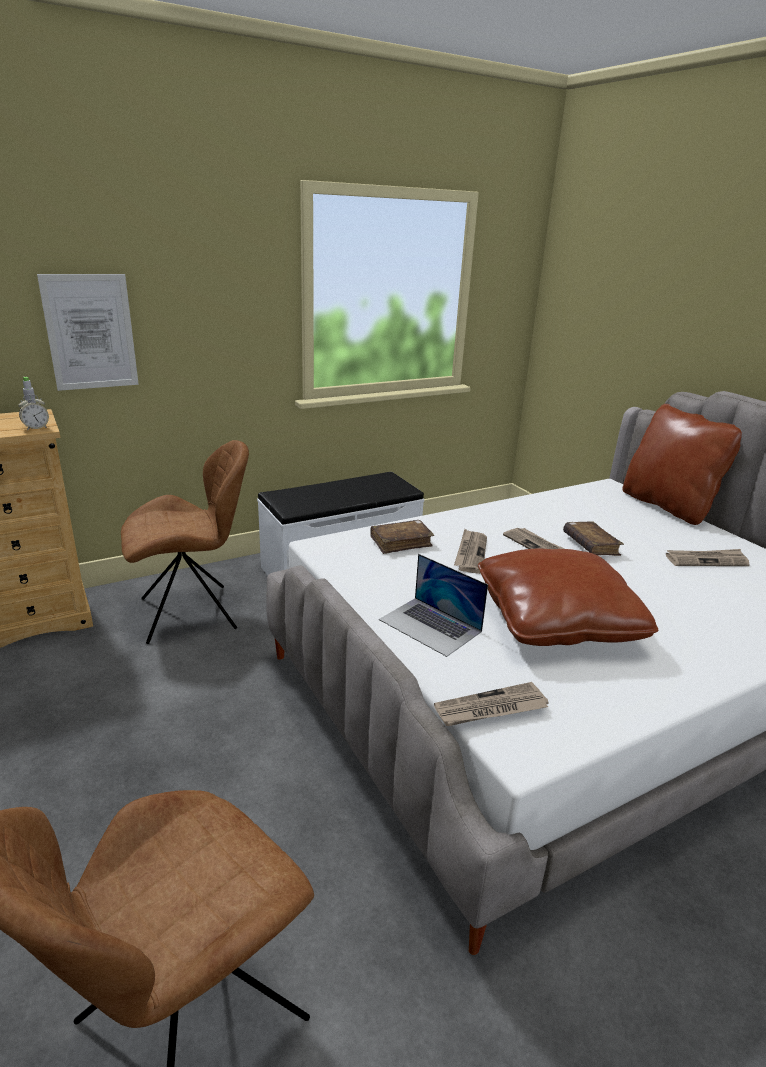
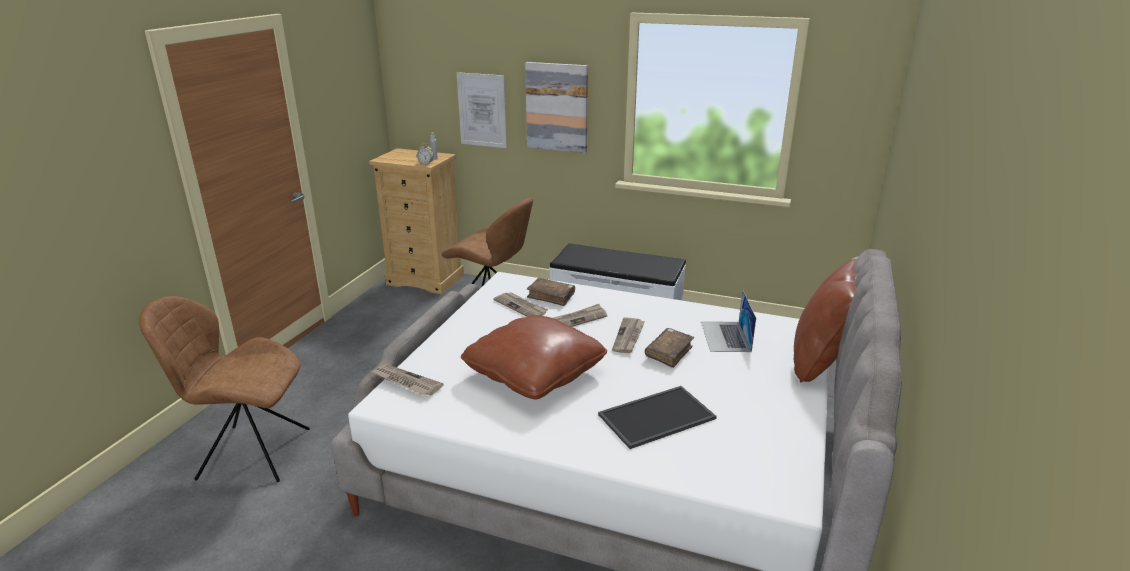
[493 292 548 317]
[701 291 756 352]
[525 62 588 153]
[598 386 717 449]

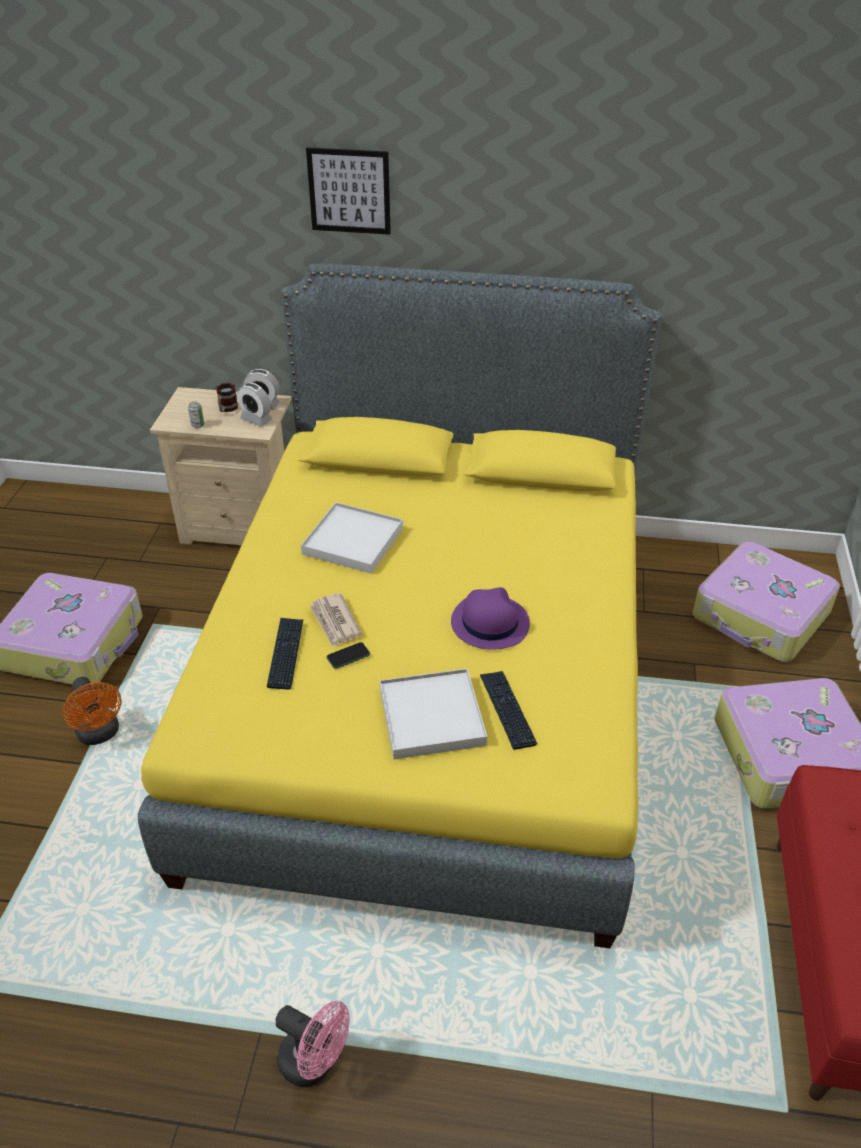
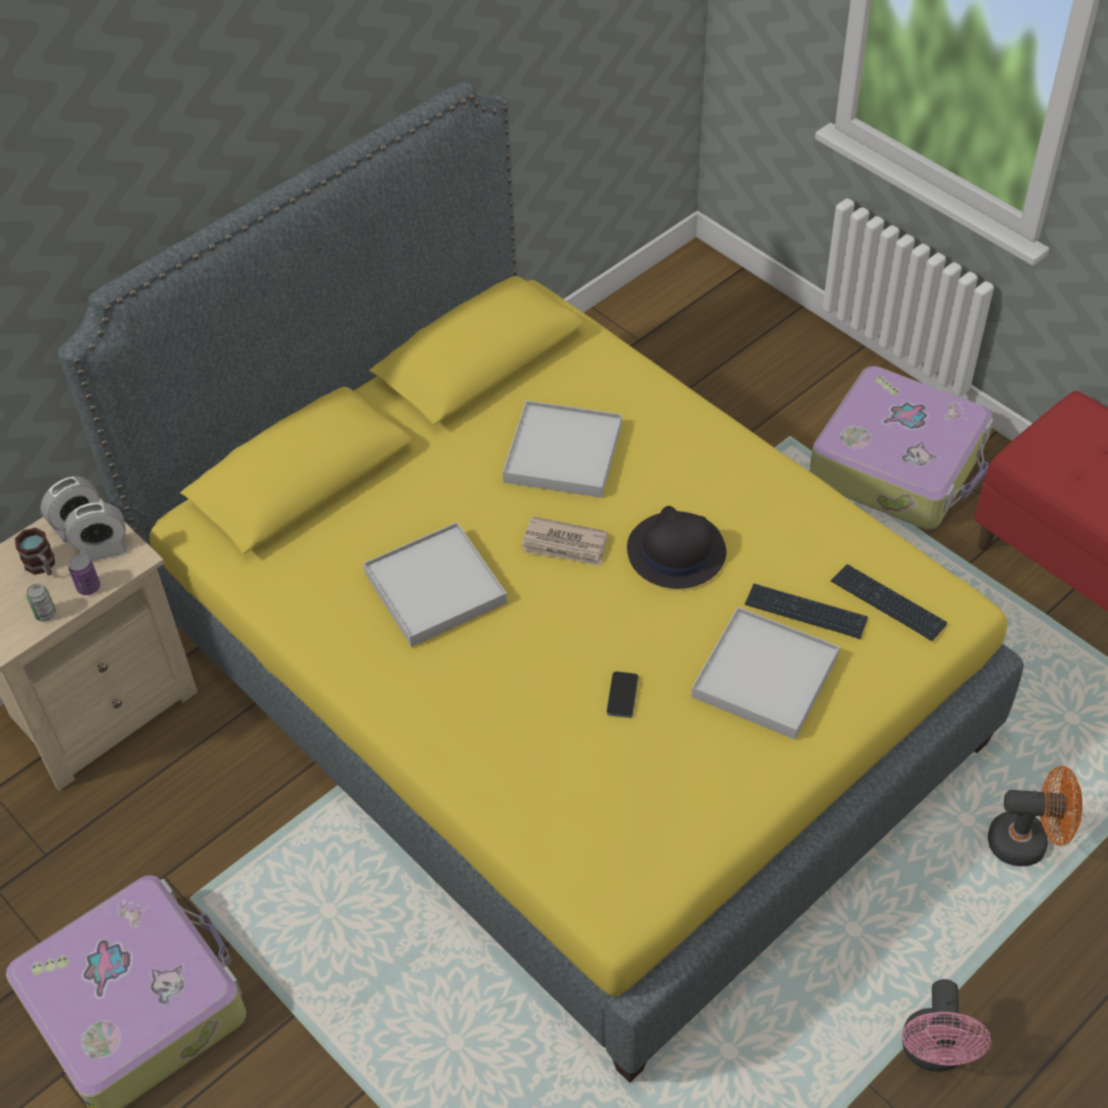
[306 147 391 235] (first image)
[693 542 840 662] (first image)
[627 506 726 589]
[521 516 607 566]
[831 564 948 641]
[988 766 1082 866]
[902 979 991 1072]
[503 400 622 498]
[68 554 100 595]

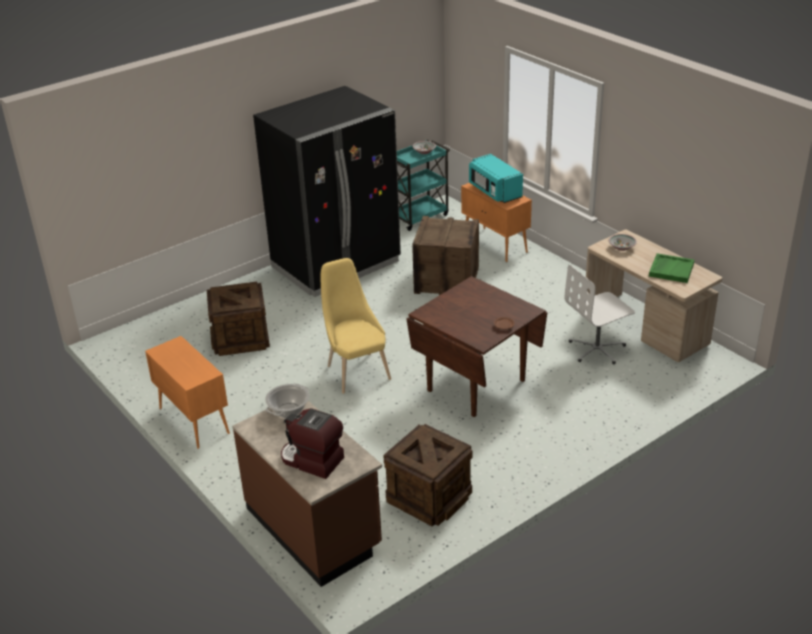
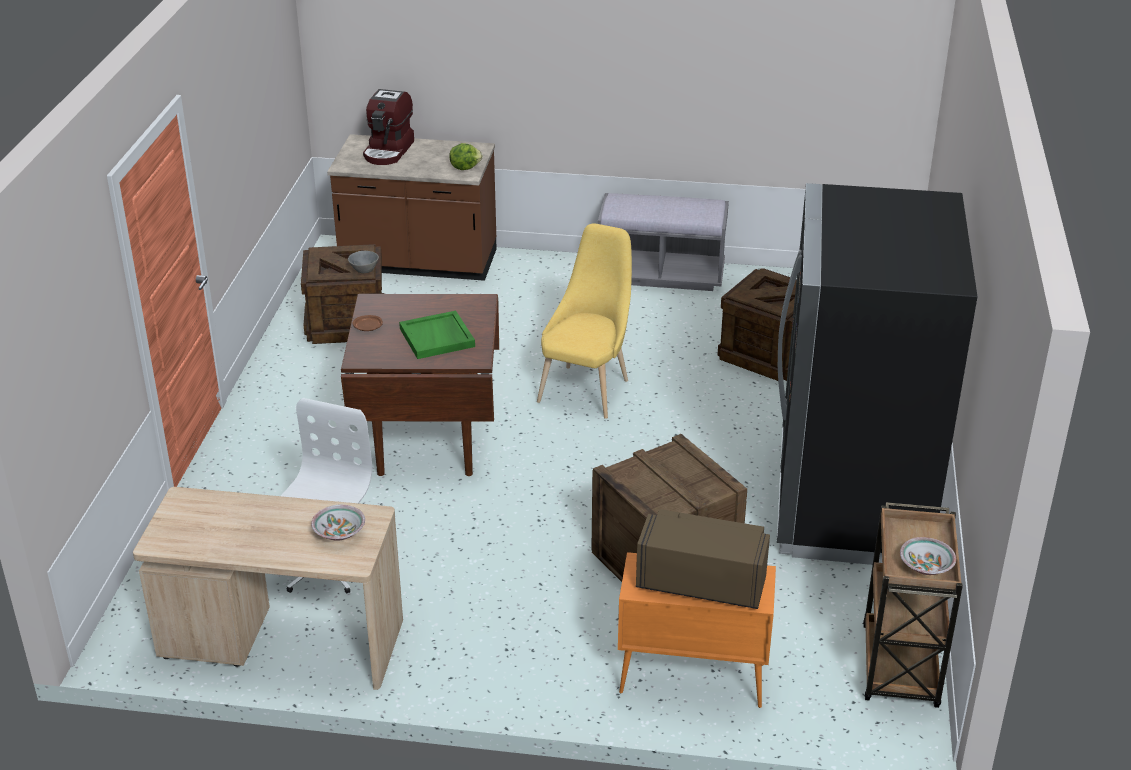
[863 502 963 708]
[636 509 770 609]
[399 311 475 359]
[537 224 632 419]
[598 193 729 291]
[449 143 483 170]
[363 89 414 165]
[348 251 379 273]

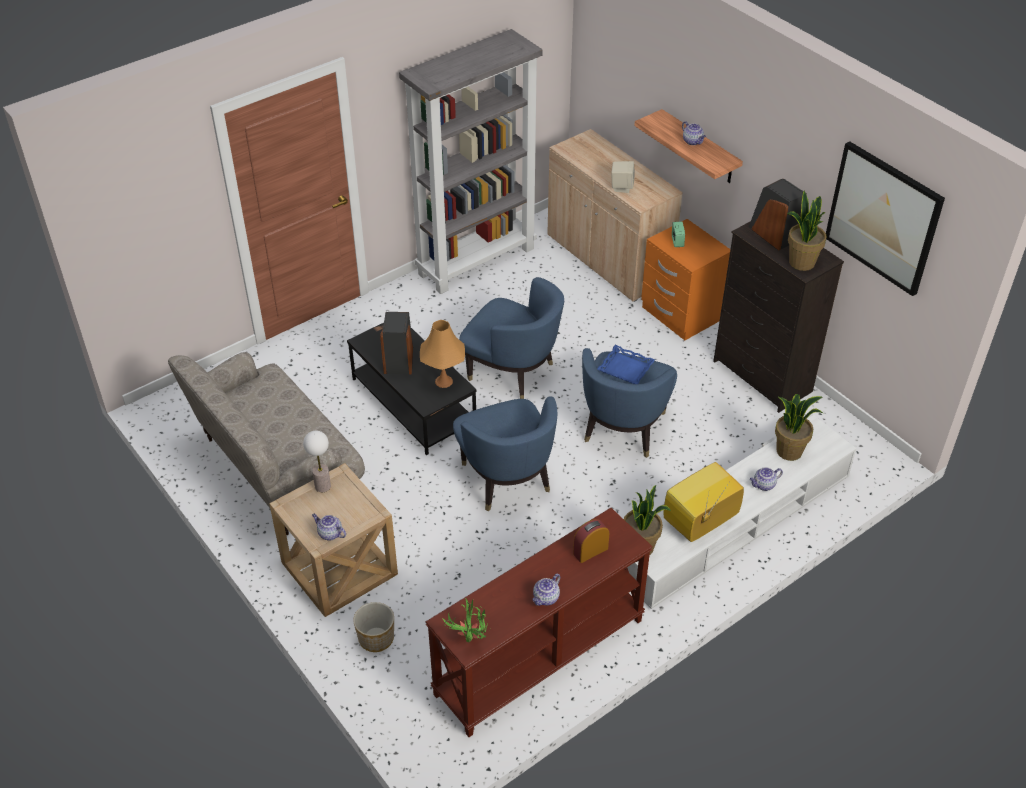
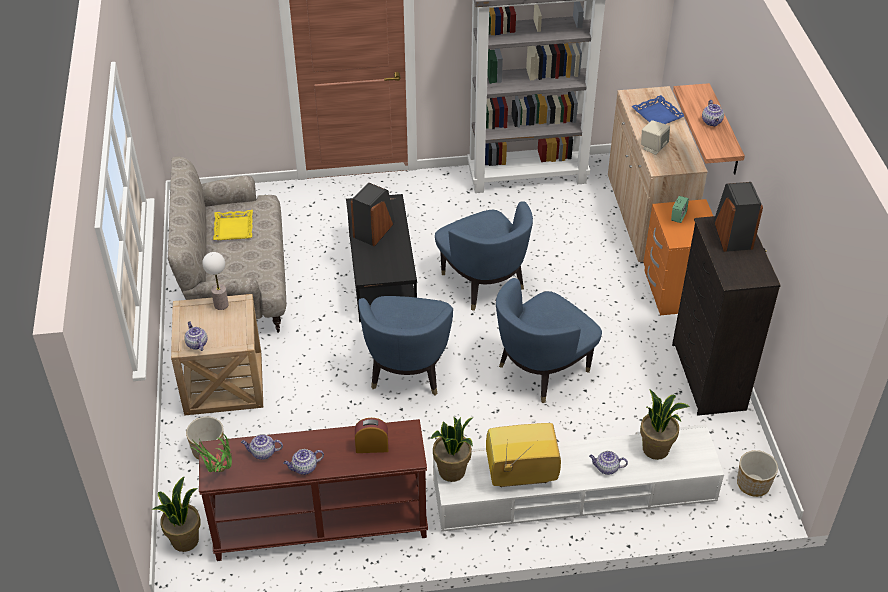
[826 141 945 296] (first image)
[152 476 201 552]
[420 320 465 388] (first image)
[631 95 684 124]
[213 210 253 240]
[241 434 283 460]
[737 450 778 497]

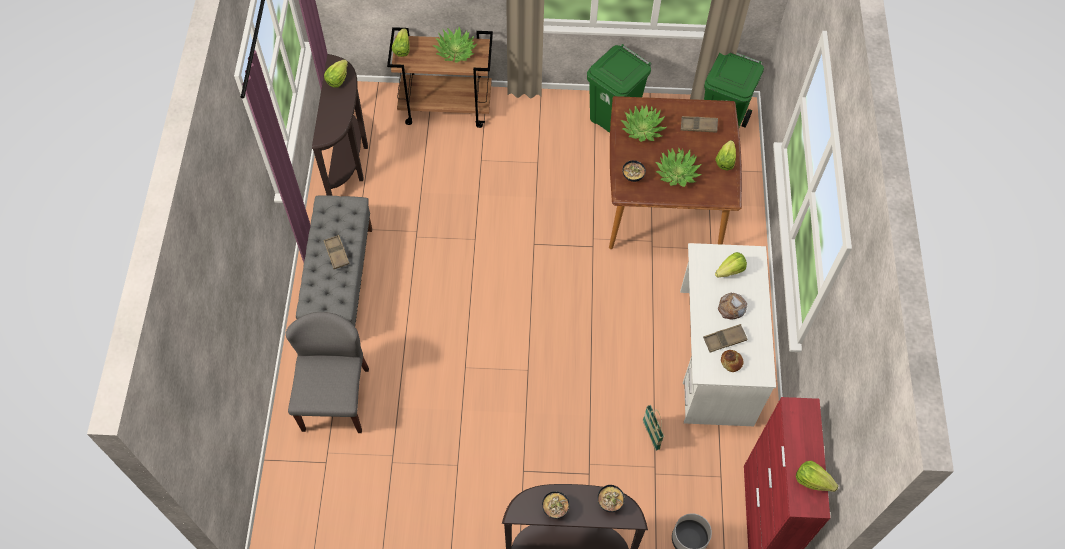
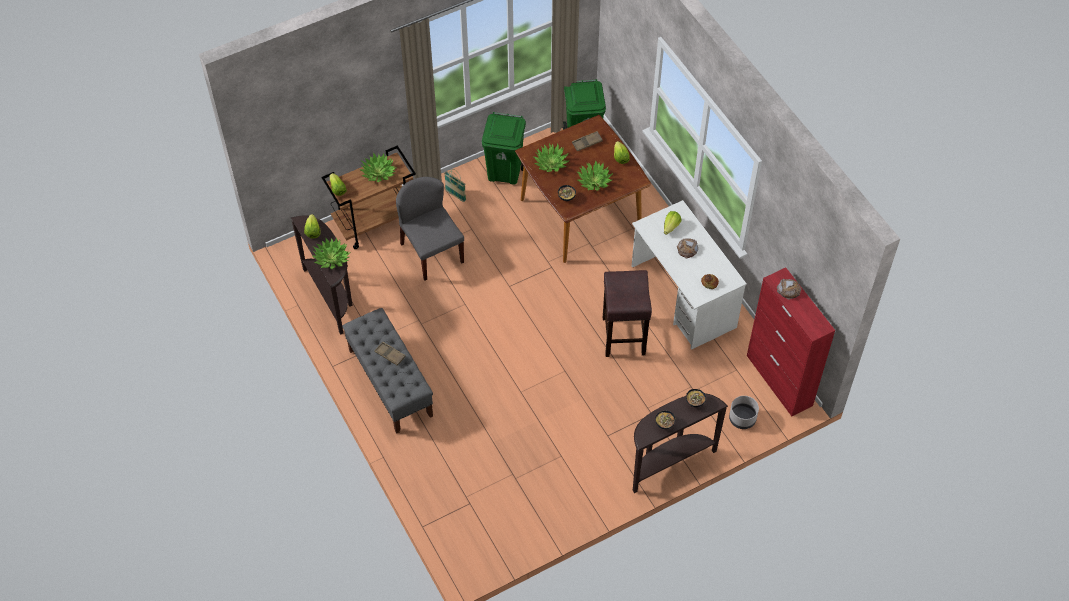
[396 177 464 281]
[703 324 748 352] (first image)
[444 169 466 202]
[796 461 838 492] (first image)
[312 238 350 269]
[603 270 652 357]
[777 279 802 300]

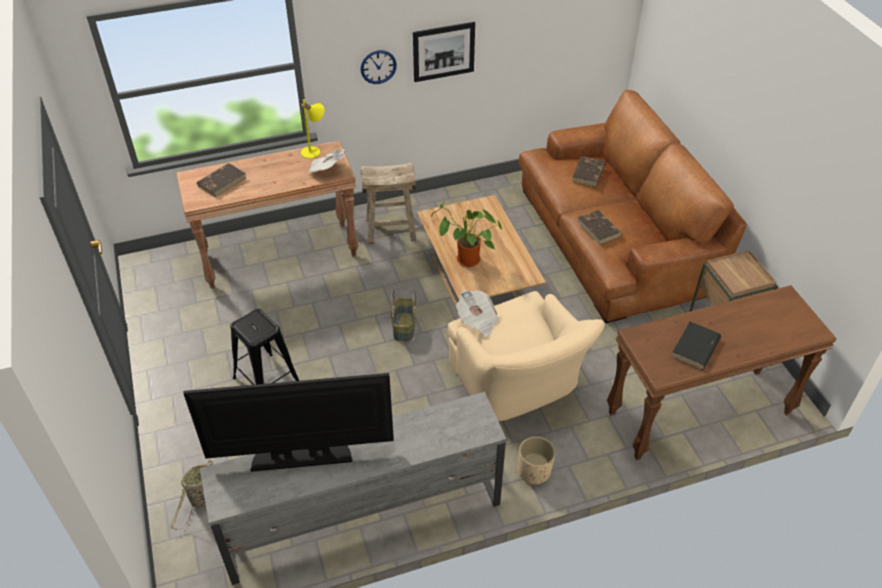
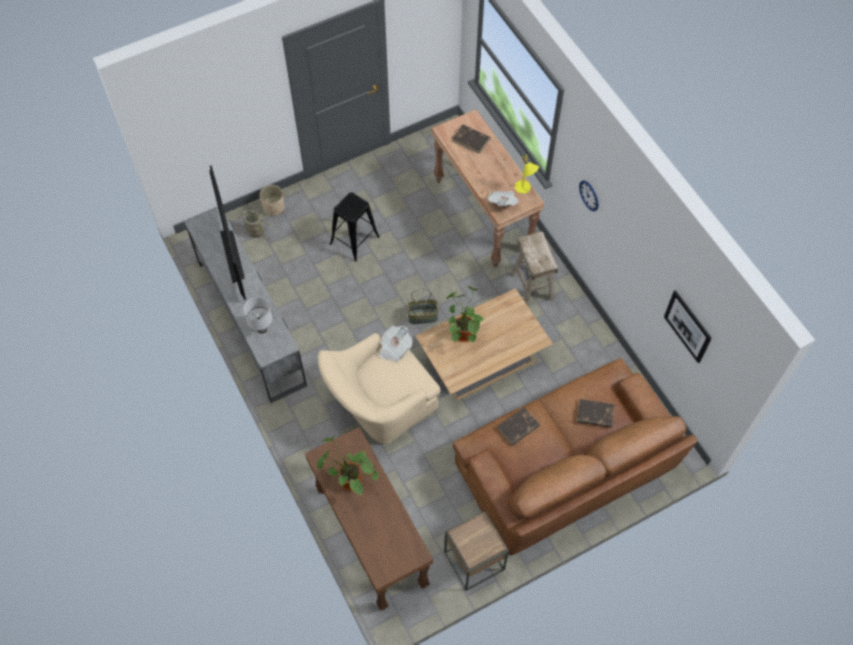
[664 290 712 363]
[317 437 378 495]
[260 185 284 217]
[243 297 272 334]

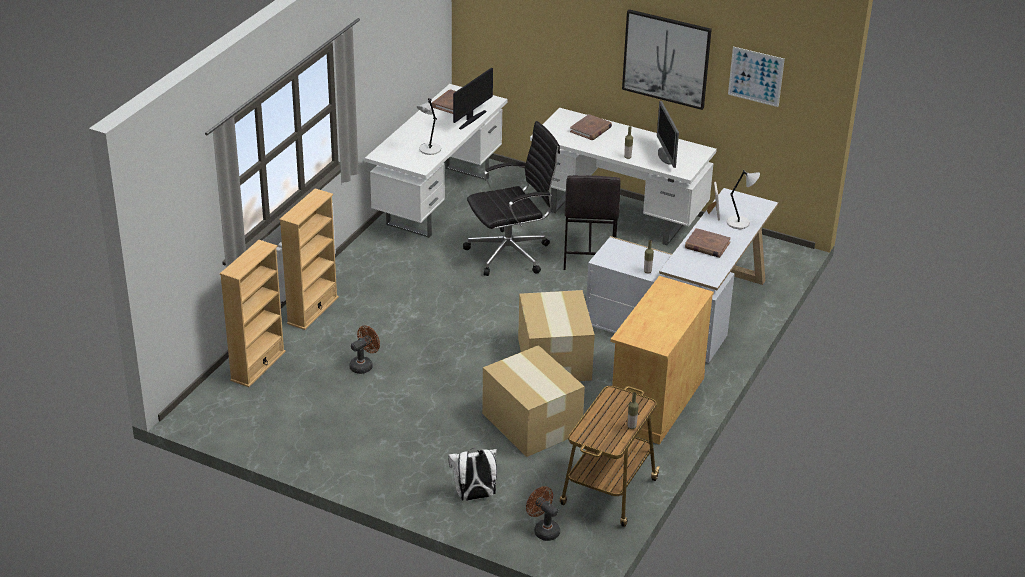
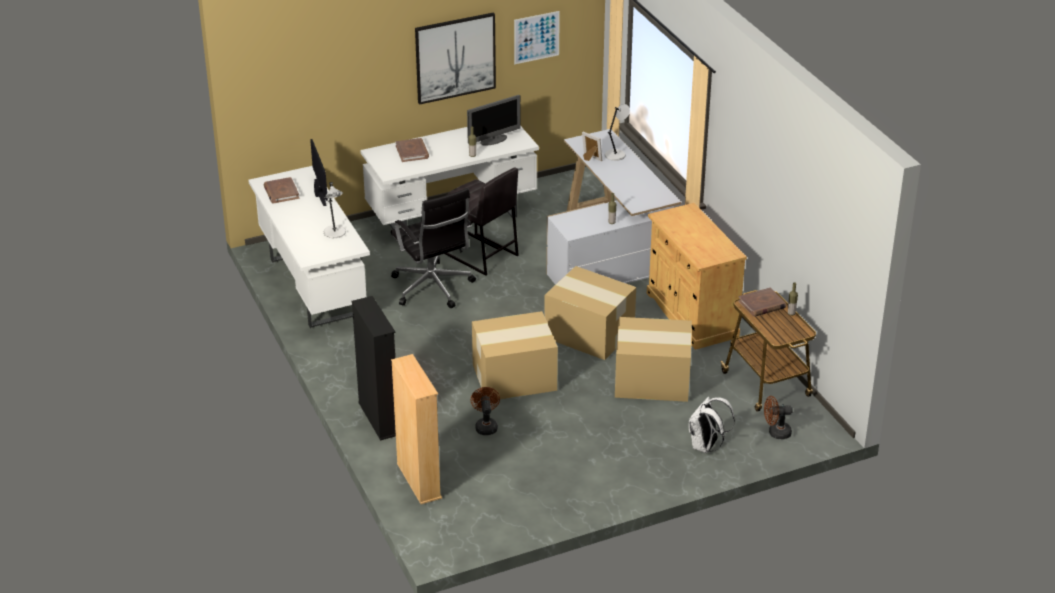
[467 95 521 146]
[391 188 476 308]
[351 296 396 440]
[738 287 786 317]
[472 311 558 400]

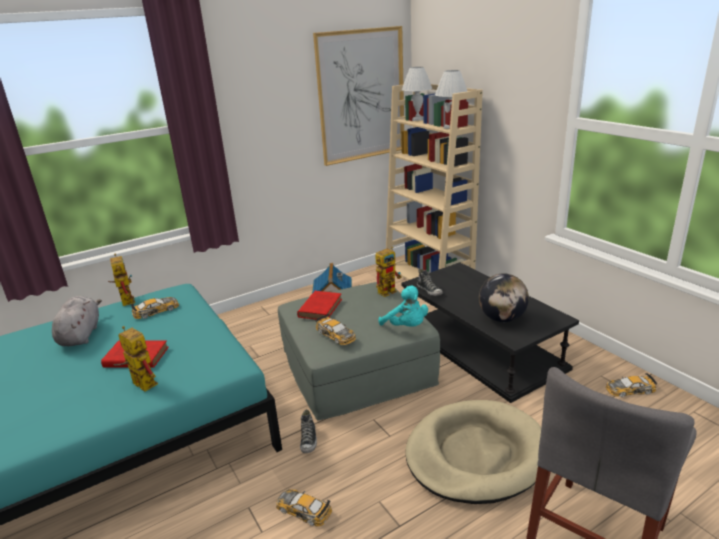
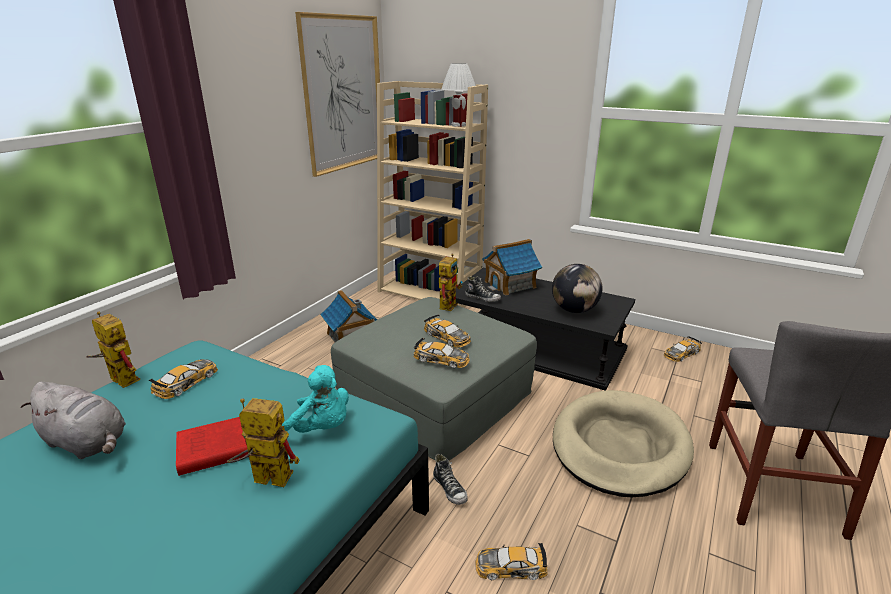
[402 67 432 121] (first image)
[281 365 349 433]
[297 291 342 320] (first image)
[21 382 126 459]
[482 239 542 296]
[424 314 471 348]

